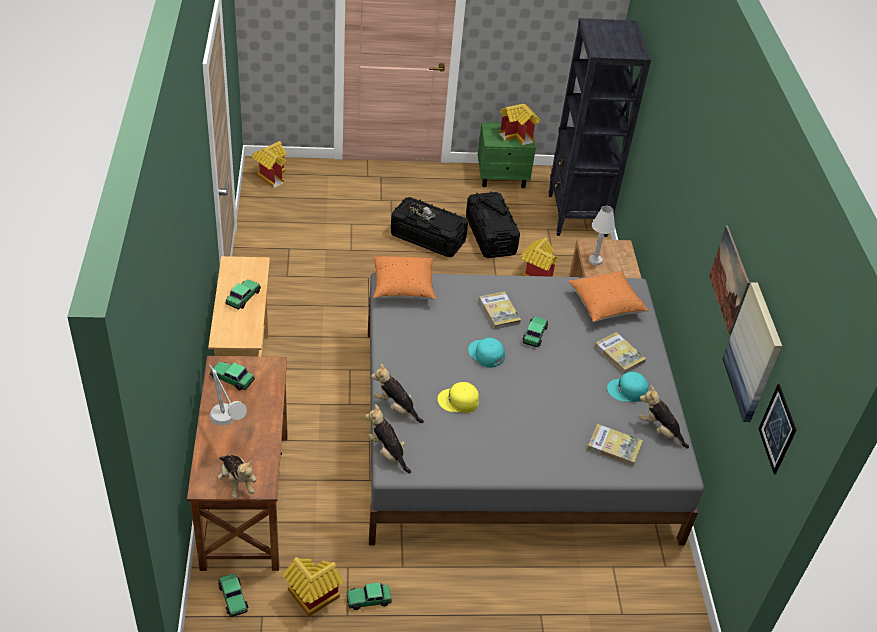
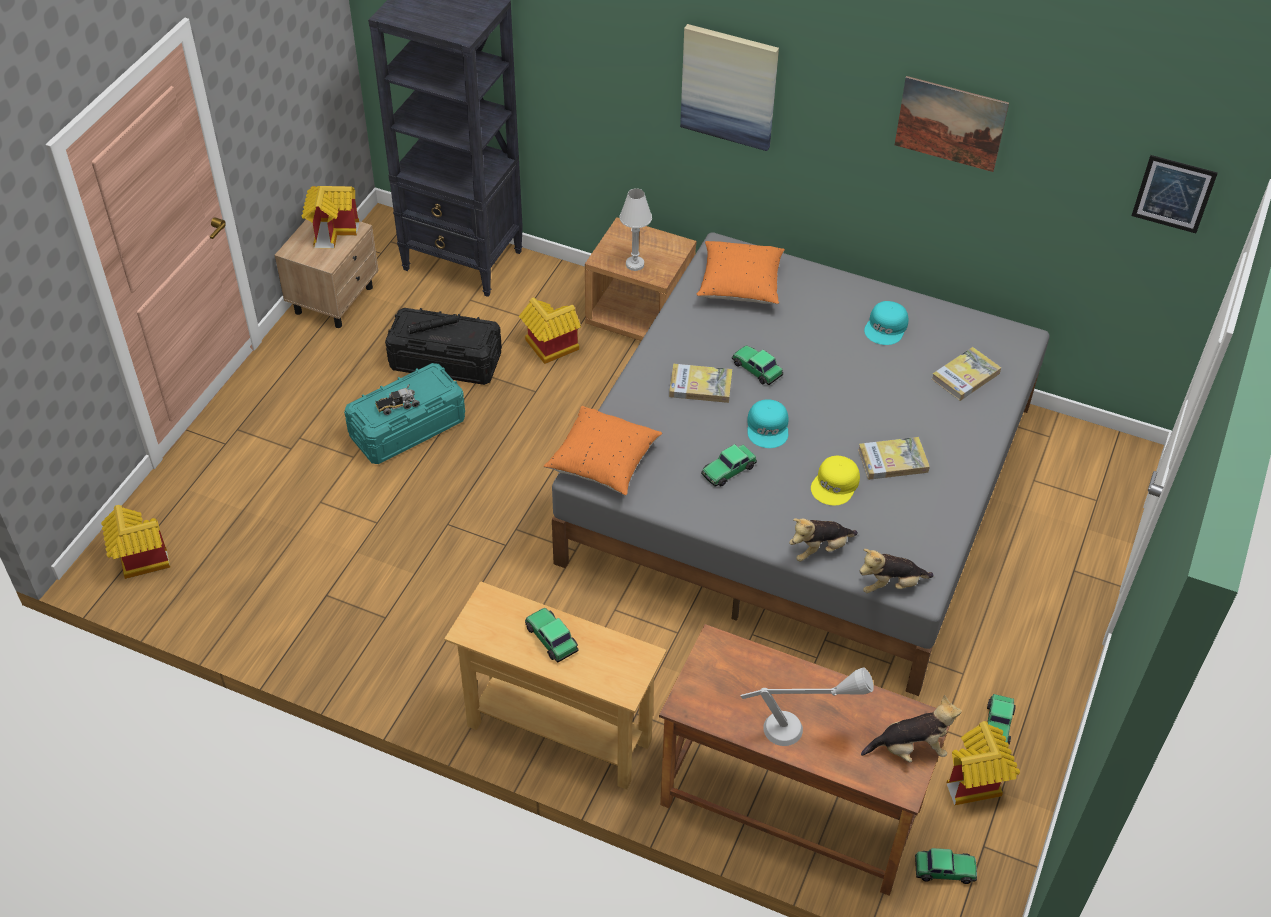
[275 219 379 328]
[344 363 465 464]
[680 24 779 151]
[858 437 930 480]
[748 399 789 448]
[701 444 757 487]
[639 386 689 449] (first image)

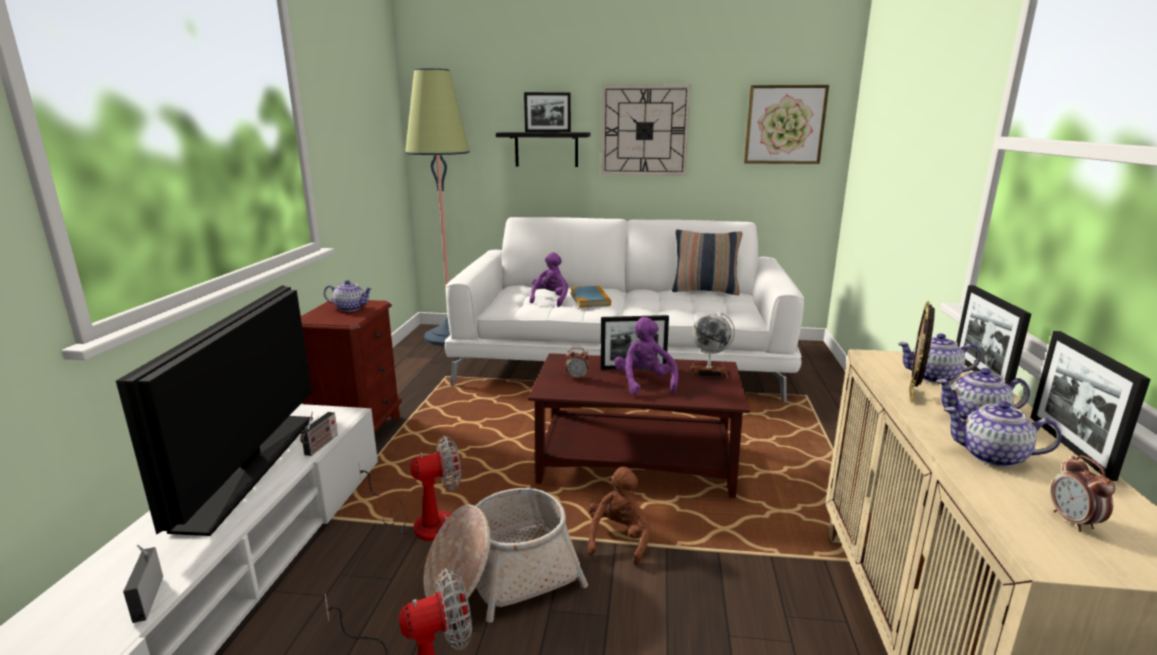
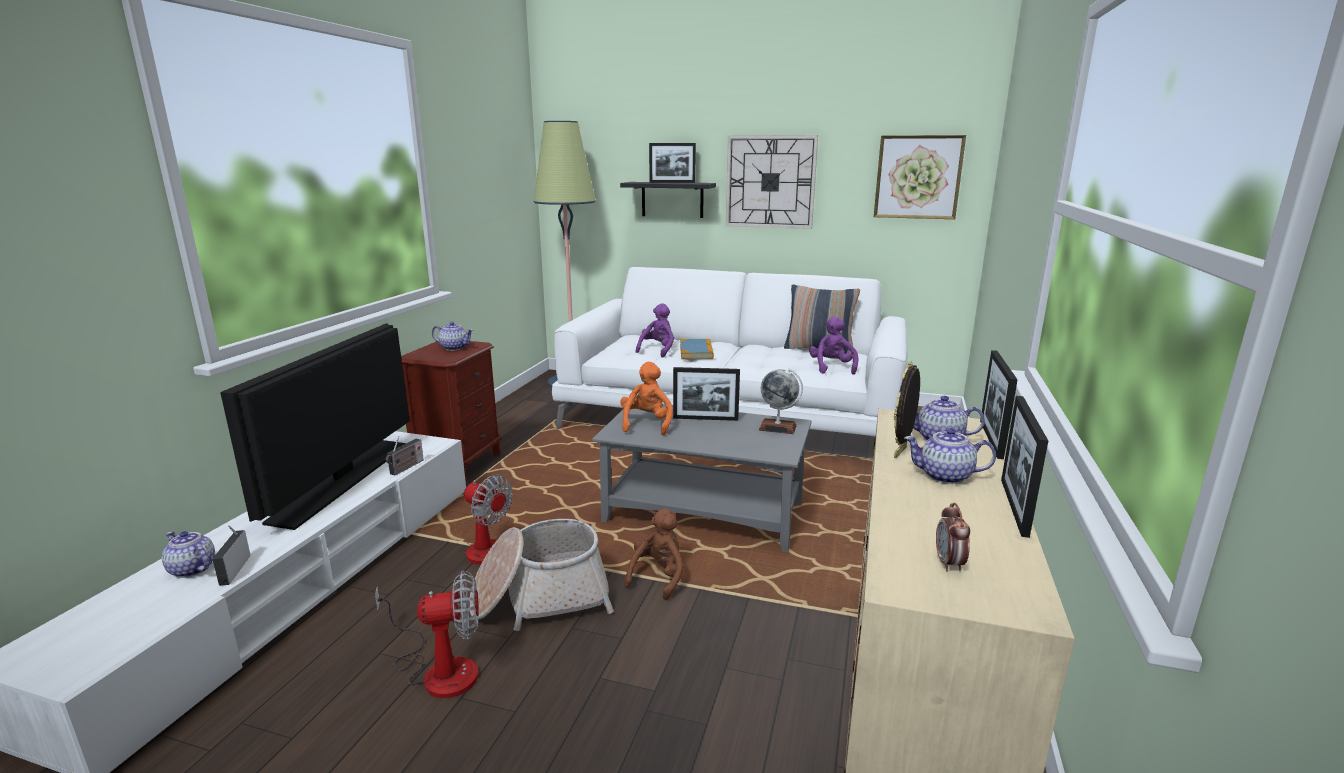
[809 316 858 375]
[620 362 673 435]
[592 404 812 552]
[162 531 215 578]
[464 474 513 564]

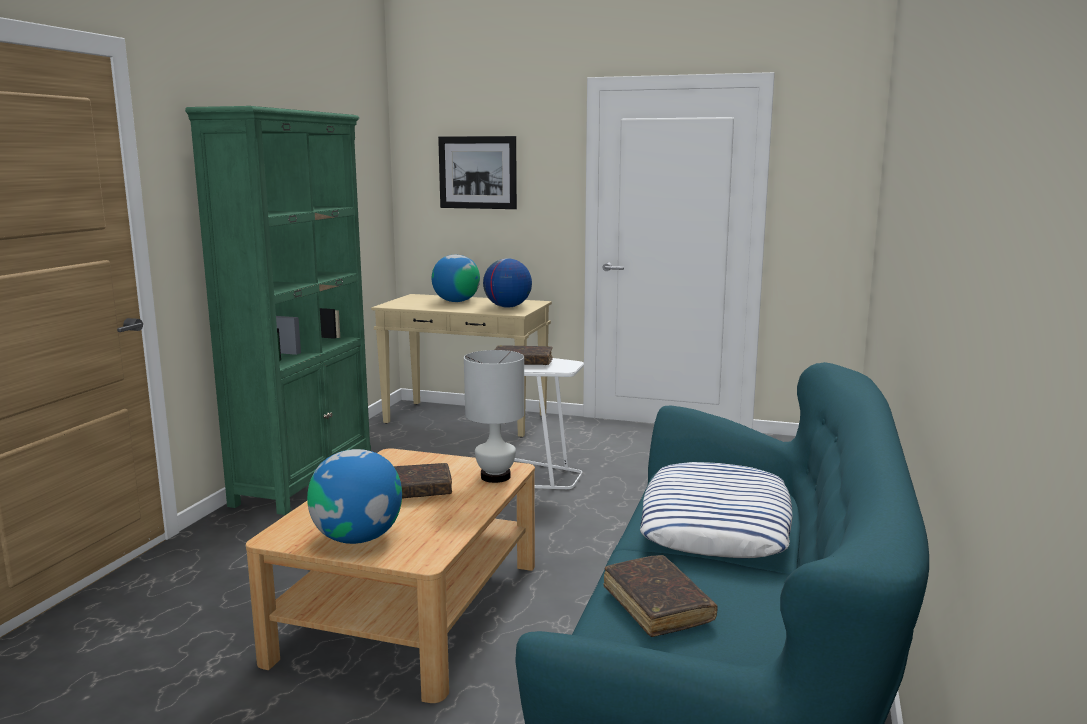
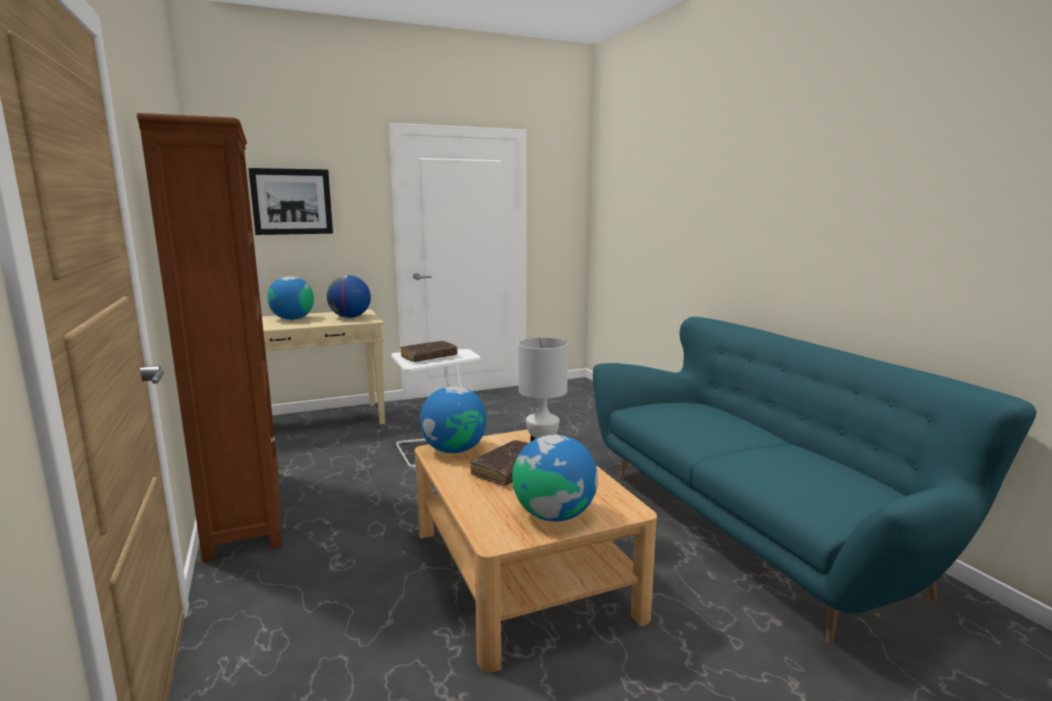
[137 113 282 563]
[640 462 792 558] (first image)
[604 555 717 637] (first image)
[420 386 487 453]

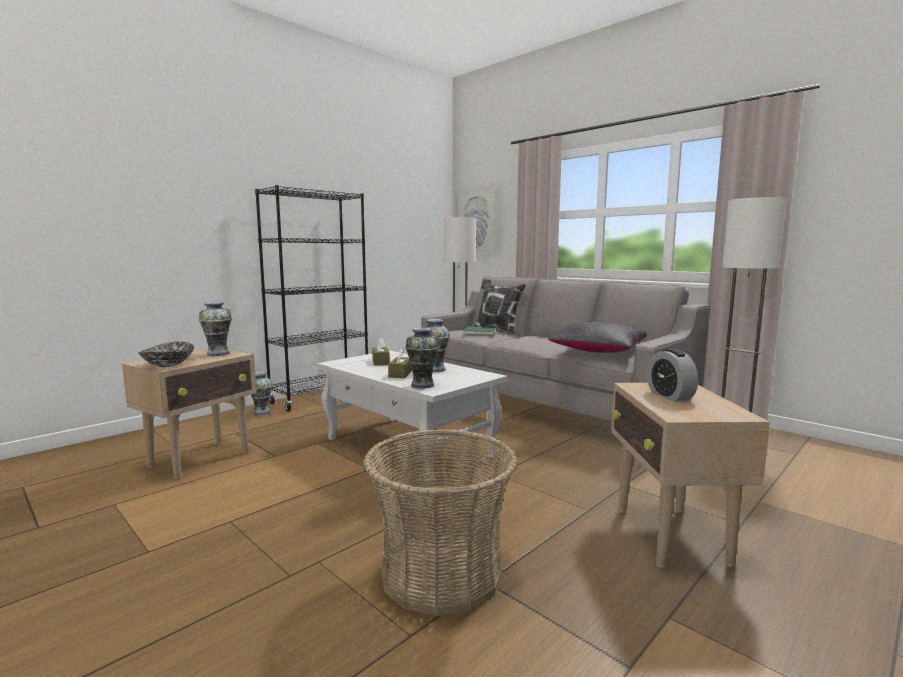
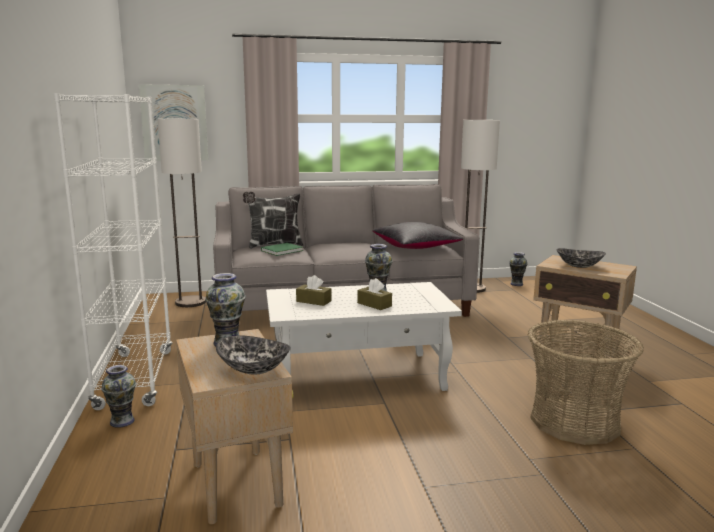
[54 93 172 410]
[509 252 527 286]
[557 248 606 268]

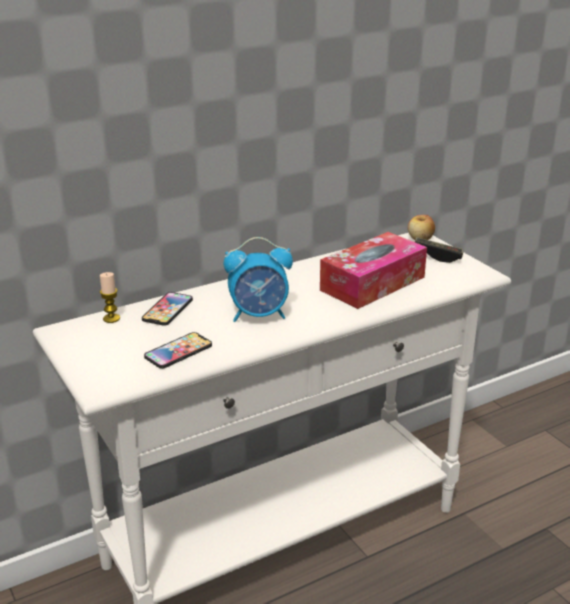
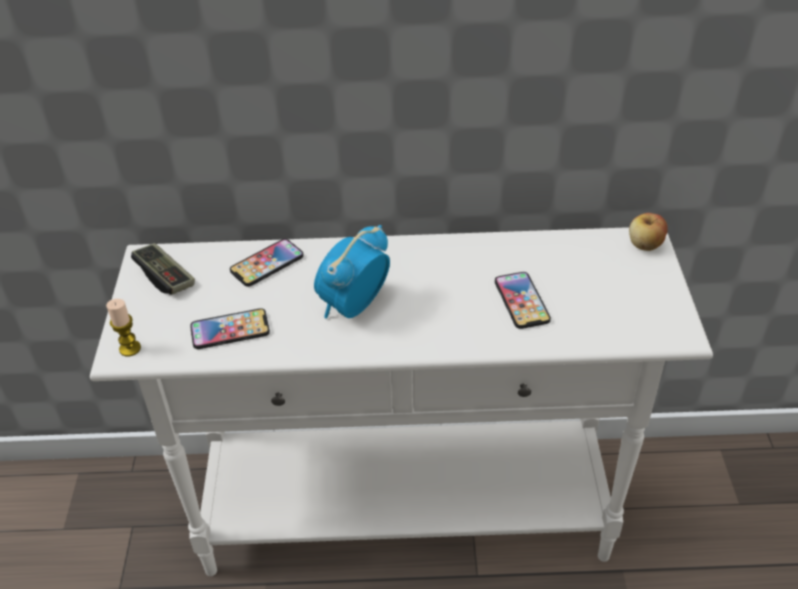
[495 272 551 329]
[314 225 390 319]
[131 243 195 295]
[106 299 141 356]

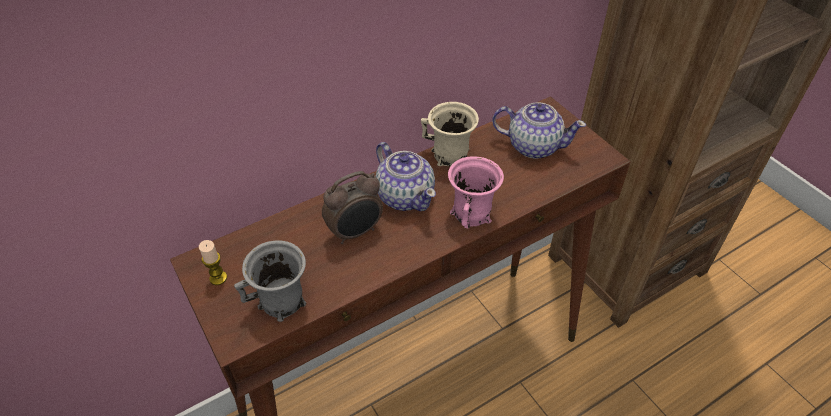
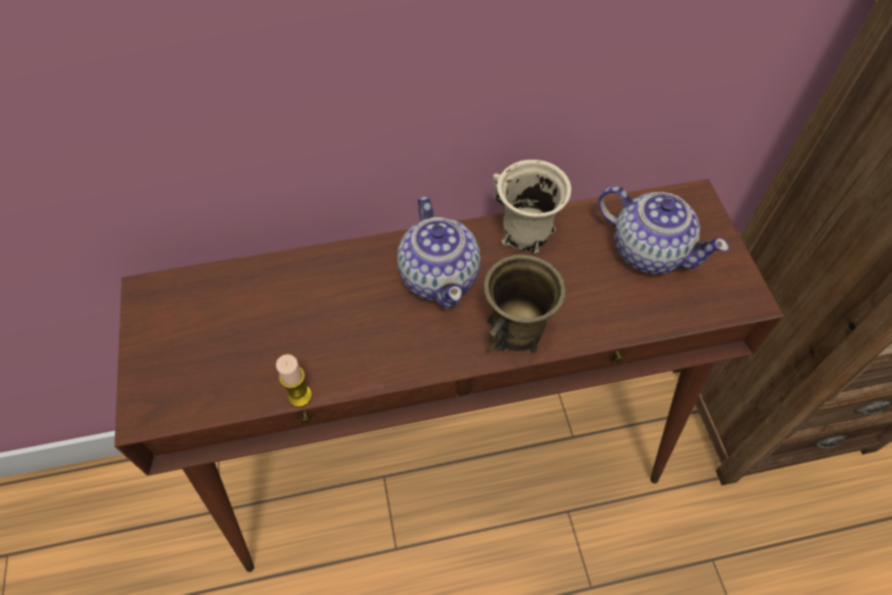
[484 254 566 352]
[322 171 383 244] (first image)
[276 354 312 407]
[234 240 306 322] (first image)

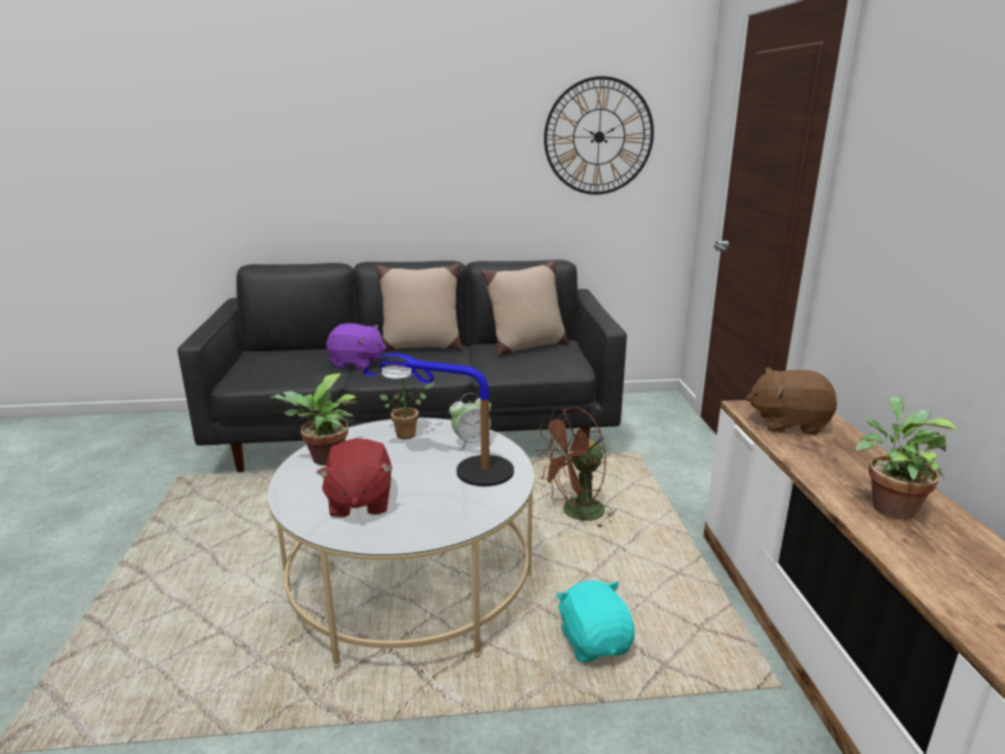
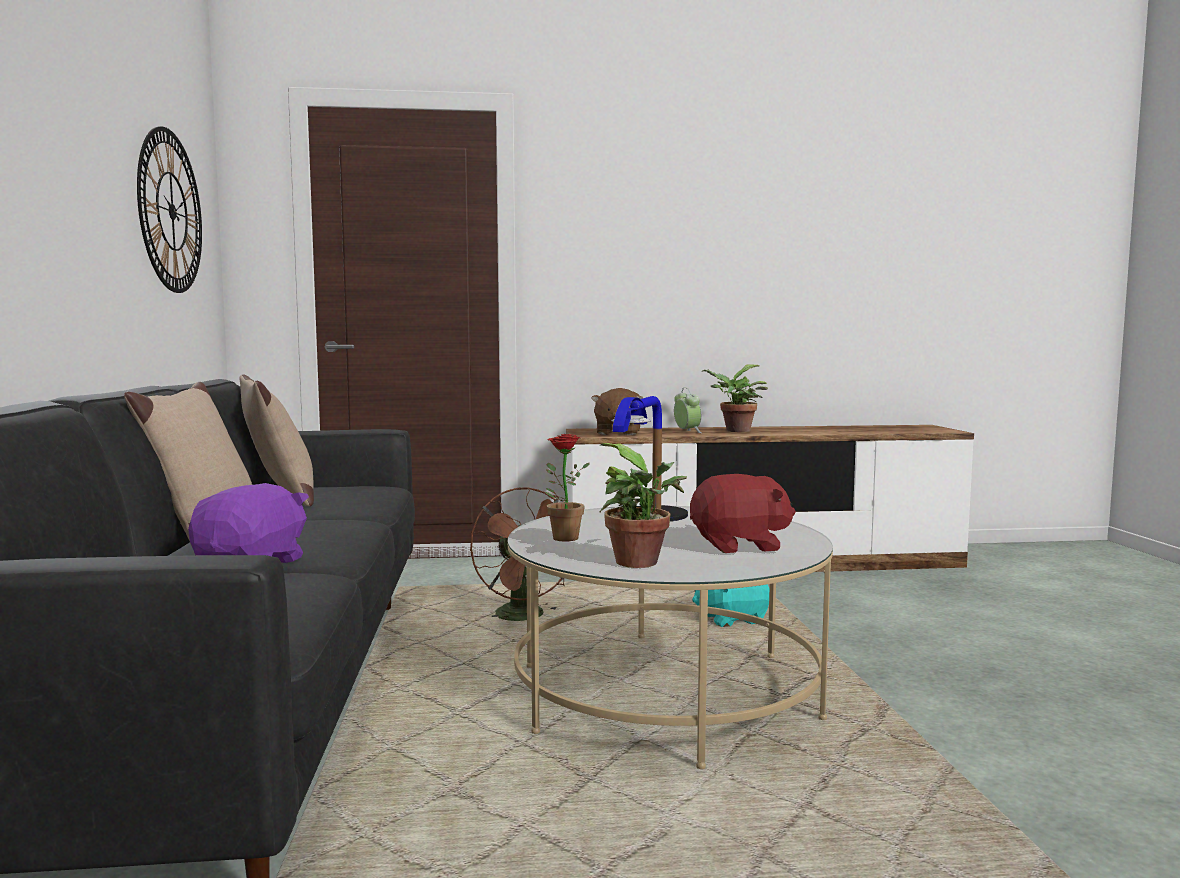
[674 388 702 433]

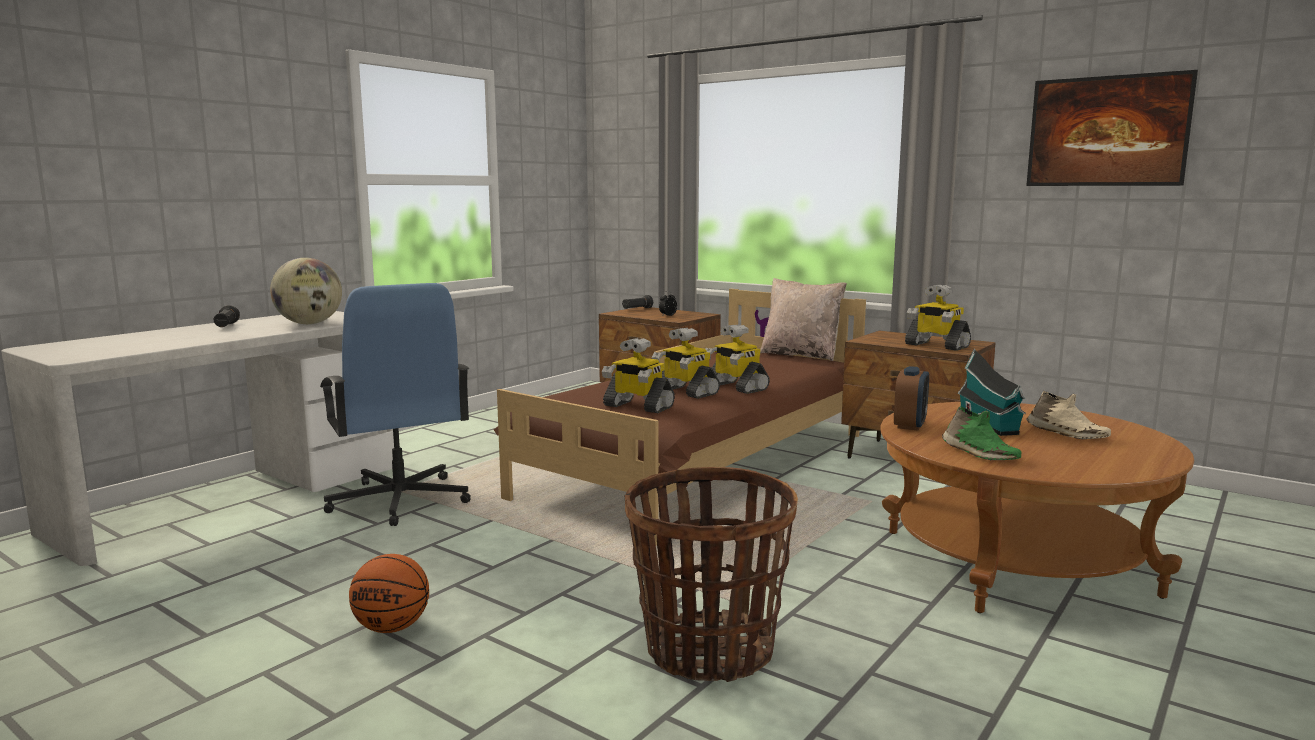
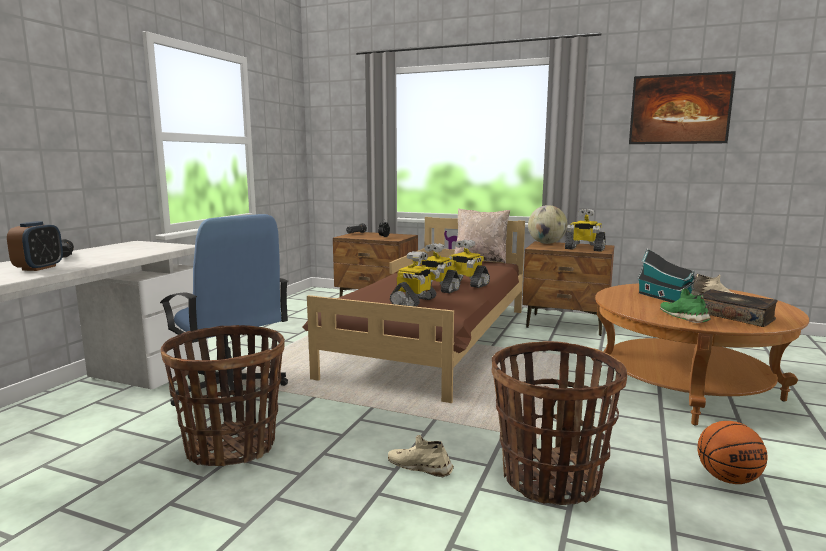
[528 205 568 244]
[390 251 440 307]
[7 221 63 271]
[660 288 711 323]
[697 421 768 484]
[699 289 778 327]
[160 325 285 466]
[388 435 454 477]

